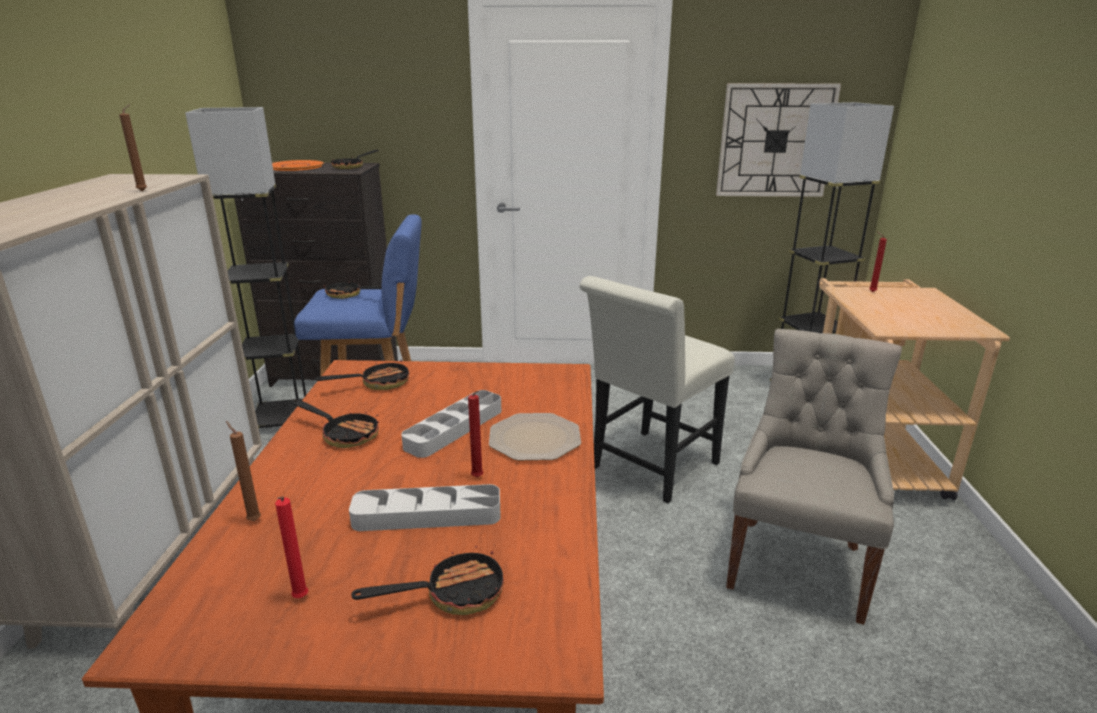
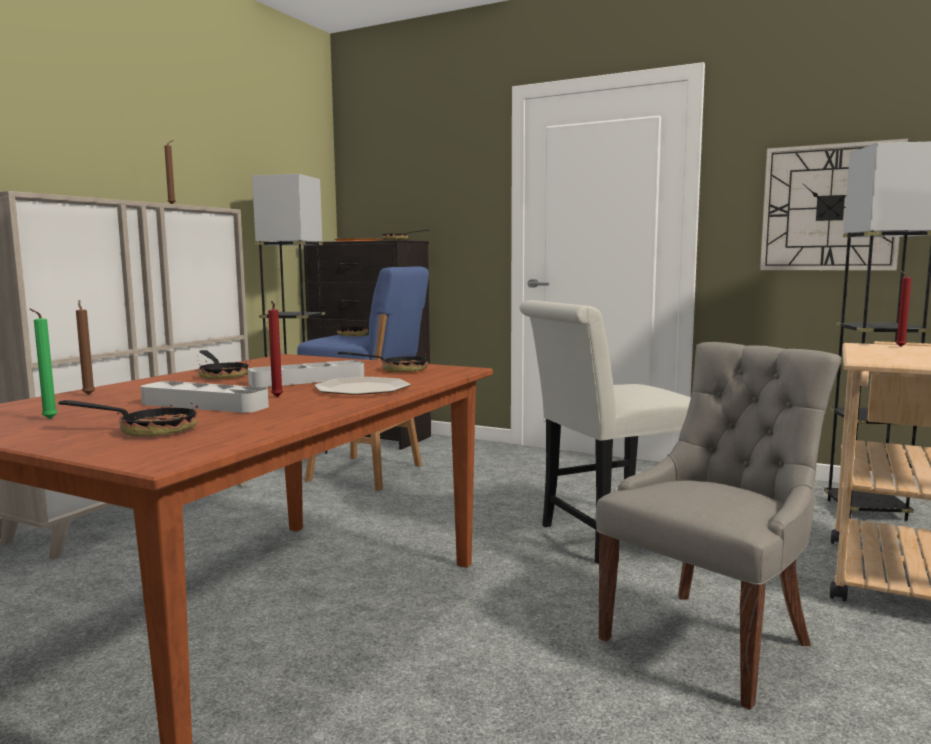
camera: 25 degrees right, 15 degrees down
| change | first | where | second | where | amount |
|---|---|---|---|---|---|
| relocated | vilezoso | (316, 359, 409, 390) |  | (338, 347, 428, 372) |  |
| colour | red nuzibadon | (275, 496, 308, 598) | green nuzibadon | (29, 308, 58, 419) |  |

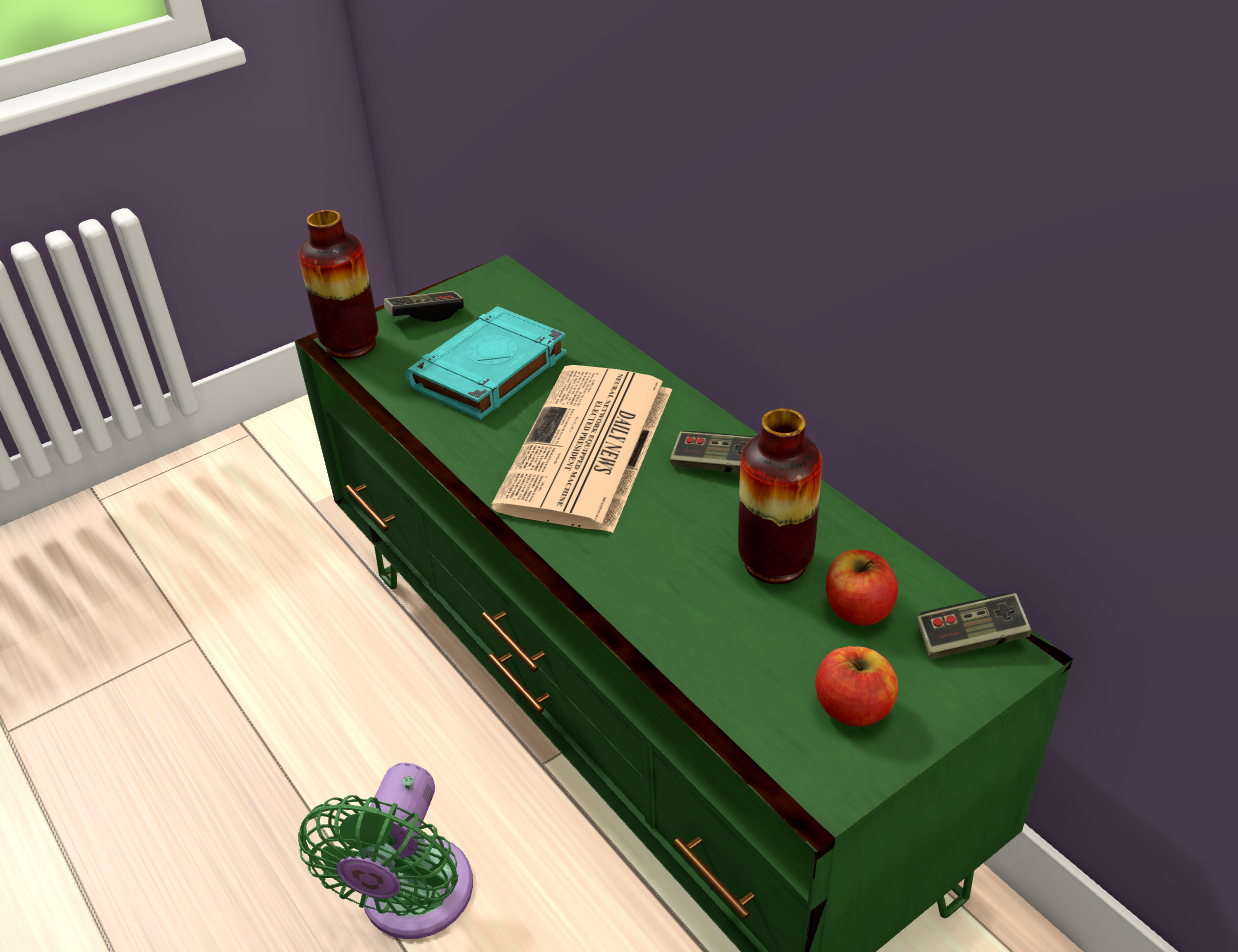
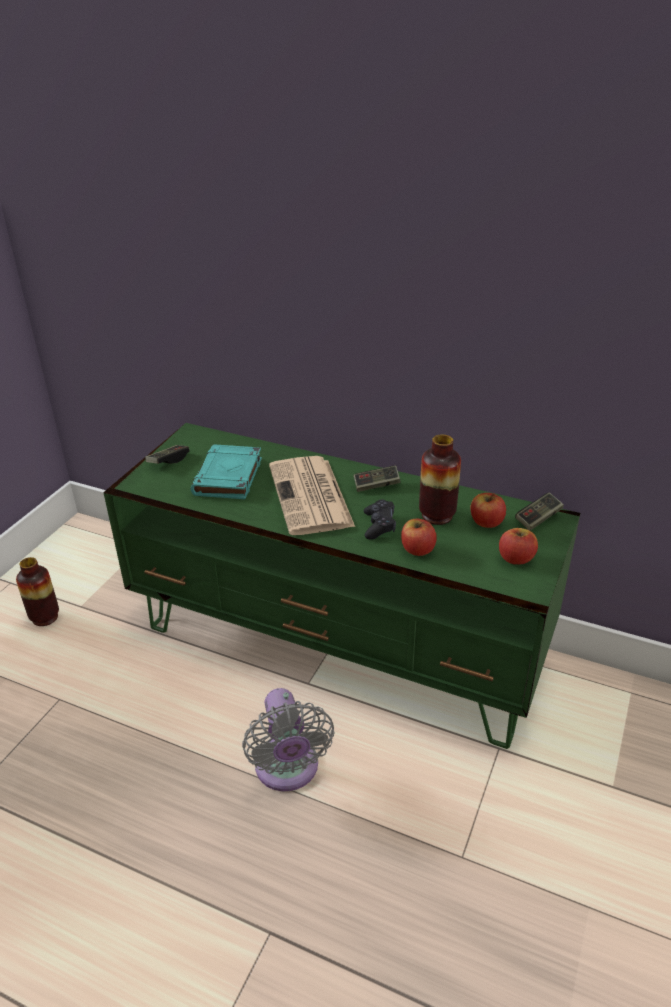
camera: 30 degrees left, 5 degrees down
| change | first | where | second | where | amount |
|---|---|---|---|---|---|
| appeared |  |  | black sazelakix | (364, 499, 396, 540) |  |
| appeared |  |  | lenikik | (401, 519, 437, 556) |  |
| relocated | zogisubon | (299, 210, 378, 359) |  | (16, 557, 59, 626) |  |
| colour | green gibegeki | (298, 763, 473, 939) | grey gibegeki | (242, 688, 335, 791) |  |

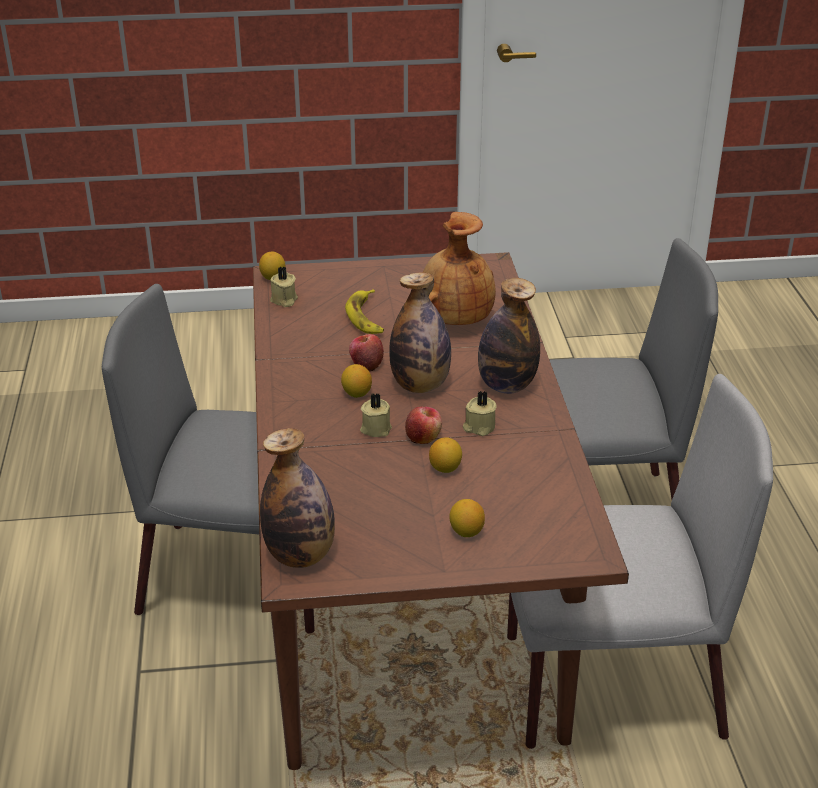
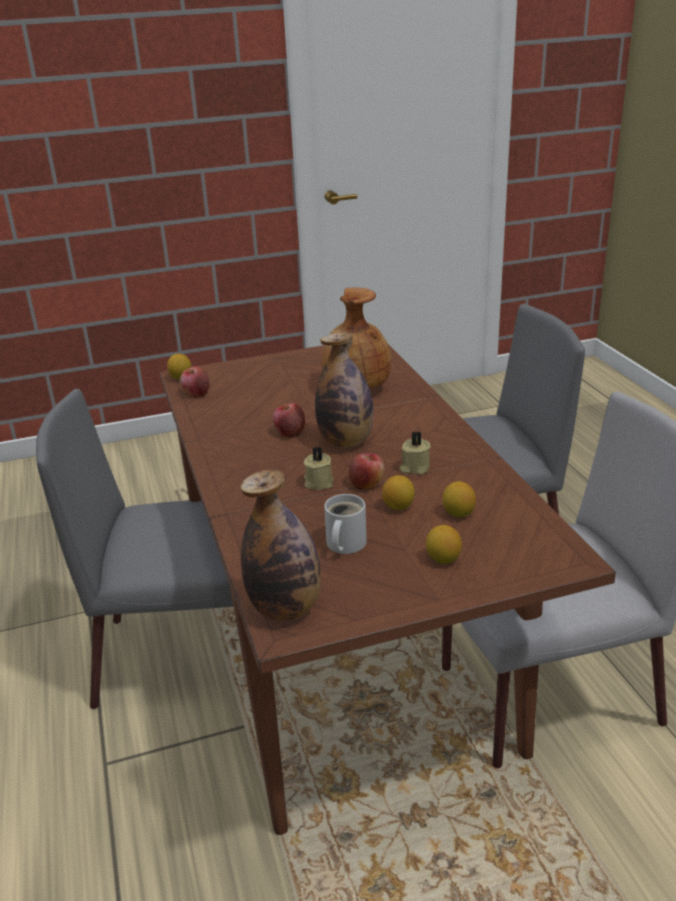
camera: 10 degrees left, 5 degrees down
| change | first | where | second | where | amount |
|---|---|---|---|---|---|
| missing | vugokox | (345, 289, 384, 334) |  |  |  |
| missing | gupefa | (478, 278, 540, 394) |  |  |  |
| appeared |  |  | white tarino | (324, 494, 367, 554) |  |
| relocated | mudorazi | (341, 364, 372, 398) |  | (442, 481, 476, 518) |  |
| exchanged | beige nuzibadon | (270, 267, 298, 307) | lenikik | (180, 366, 210, 398) |  |

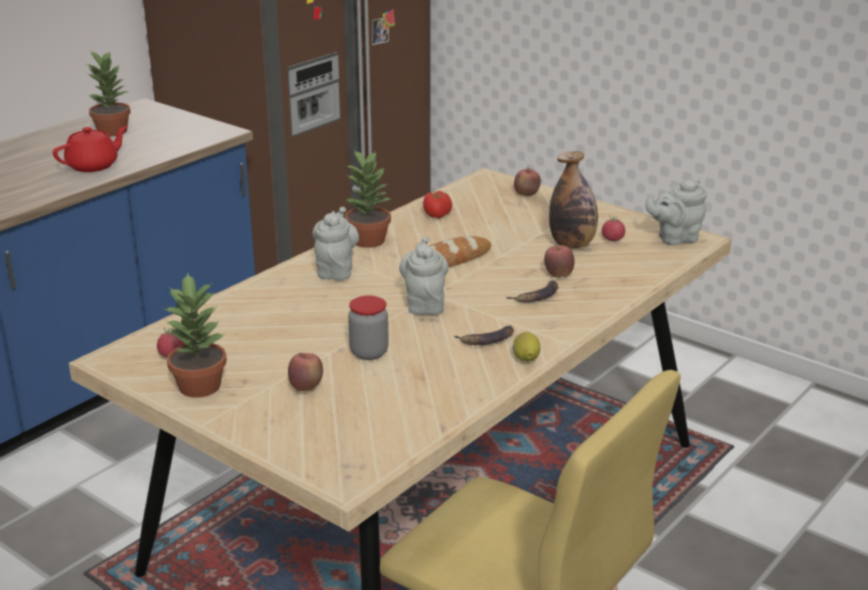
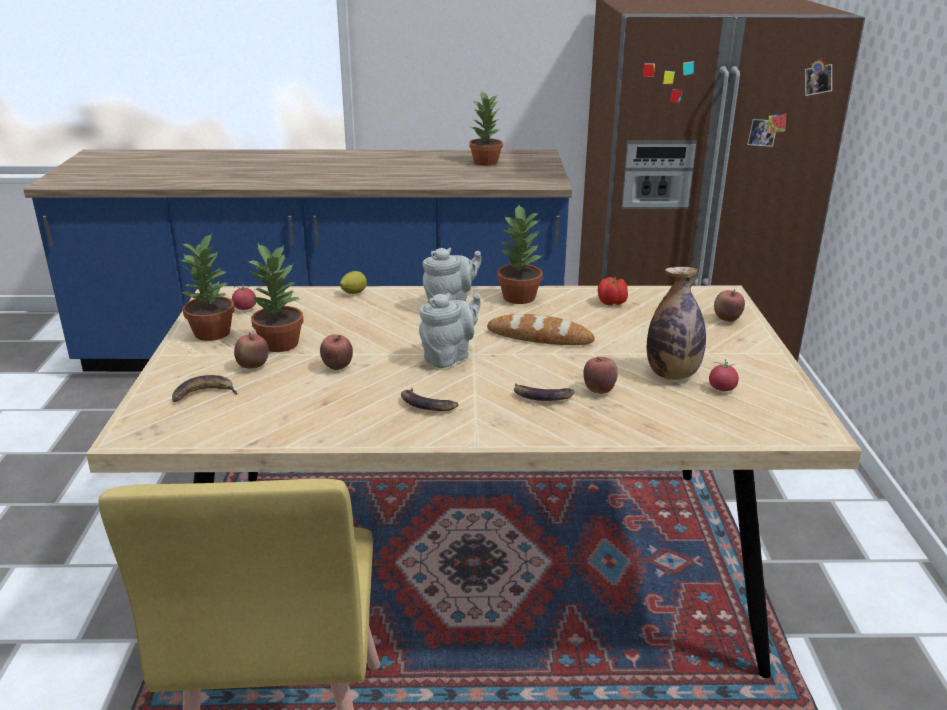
camera: 50 degrees right, 0 degrees up
| change | first | where | second | where | amount |
|---|---|---|---|---|---|
| missing | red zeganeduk | (53, 126, 128, 172) |  |  |  |
| missing | grey zeganeduk | (646, 179, 707, 246) |  |  |  |
| appeared |  |  | vugokox | (172, 375, 238, 402) |  |
| appeared |  |  | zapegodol | (247, 242, 304, 352) |  |
| relocated | mudorazi | (513, 332, 540, 362) |  | (340, 271, 367, 294) |  |
| exchanged | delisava | (348, 296, 389, 360) | lenikik | (320, 334, 353, 370) |  |

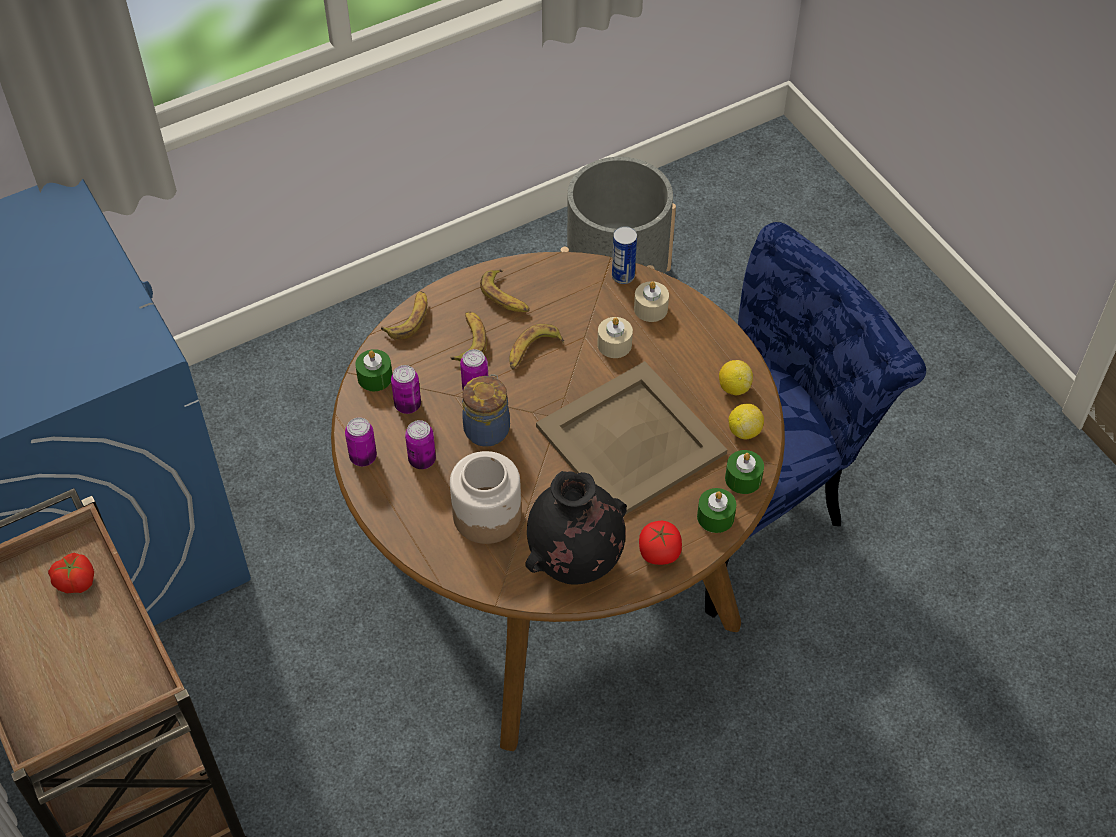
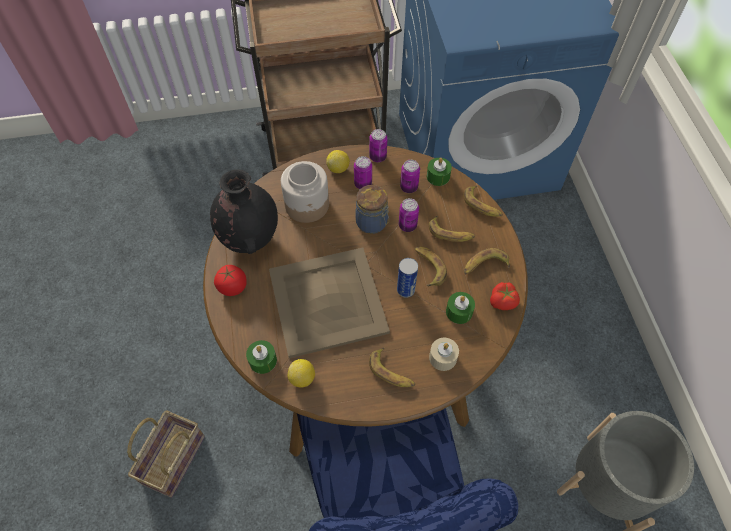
camera: 110 degrees right, 5 degrees up
| change | first | where | second | where | amount |
|---|---|---|---|---|---|
| missing | beige nuzibadon | (597, 317, 633, 358) |  |  |  |
| appeared |  |  | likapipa | (127, 411, 205, 498) |  |
| appeared |  |  | vugokox | (369, 347, 415, 387) |  |
| relocated | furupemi | (48, 553, 94, 593) |  | (490, 282, 520, 310) |  |
| relocated | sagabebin | (612, 226, 637, 284) |  | (397, 258, 418, 298) |  |
| relocated | green nuzibadon | (697, 488, 736, 533) |  | (446, 292, 475, 324) |  |
| relocated | mudorazi | (719, 360, 753, 395) |  | (326, 150, 350, 173) |  |

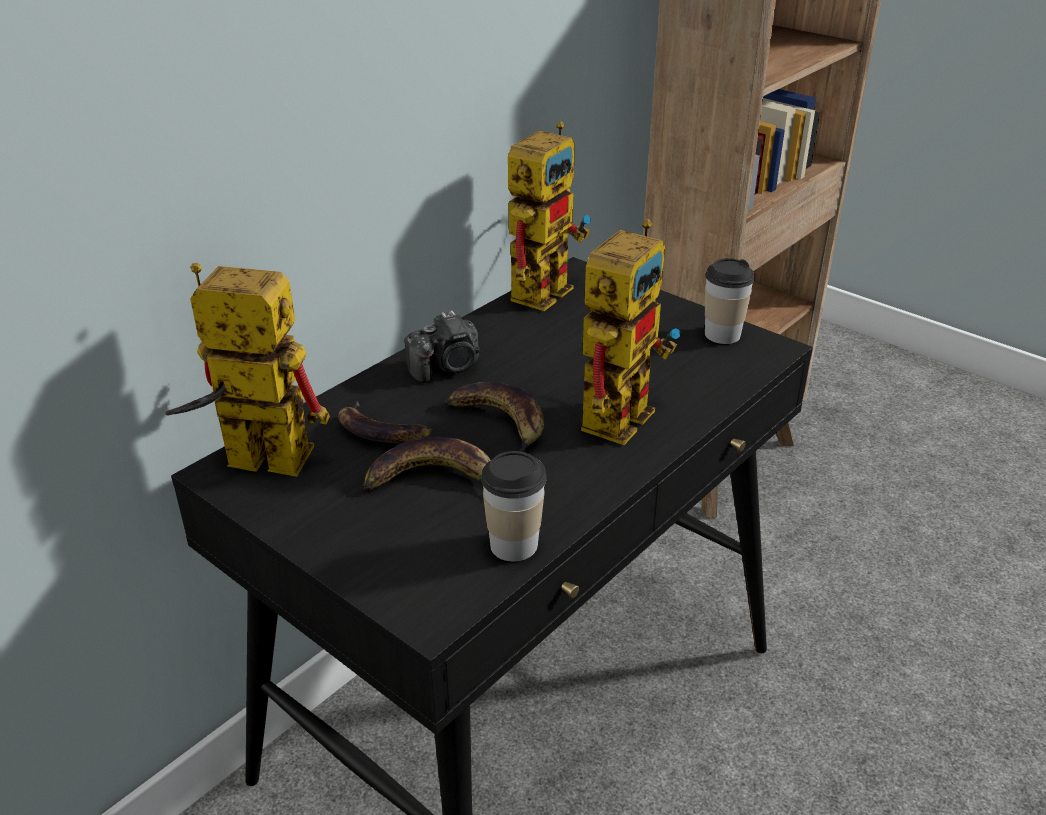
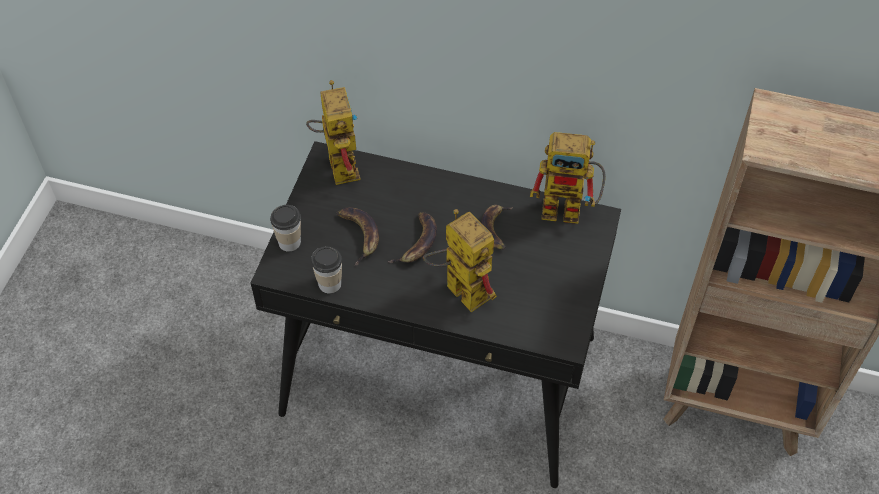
camera: 65 degrees right, 20 degrees up
| change | first | where | second | where | amount |
|---|---|---|---|---|---|
| missing | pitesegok | (404, 310, 480, 383) |  |  |  |
| relocated | vugokox | (338, 401, 433, 443) |  | (481, 205, 513, 250) |  |
| relocated | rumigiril | (705, 258, 755, 344) |  | (270, 205, 301, 251) |  |
| spun | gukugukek | (581, 219, 681, 445) |  | (423, 209, 497, 312) | 135 degrees counterclockwise |

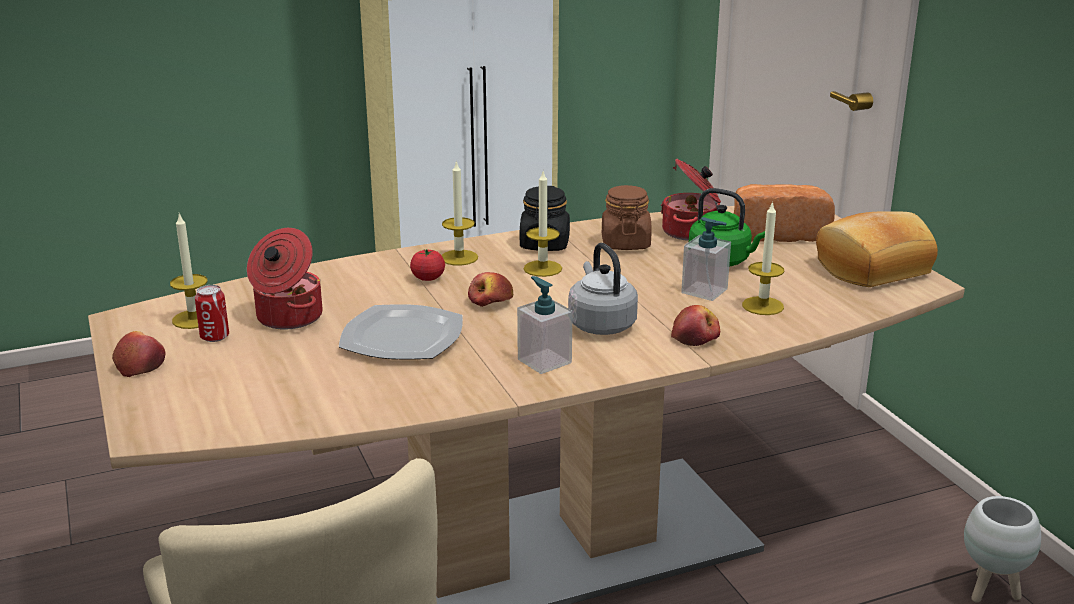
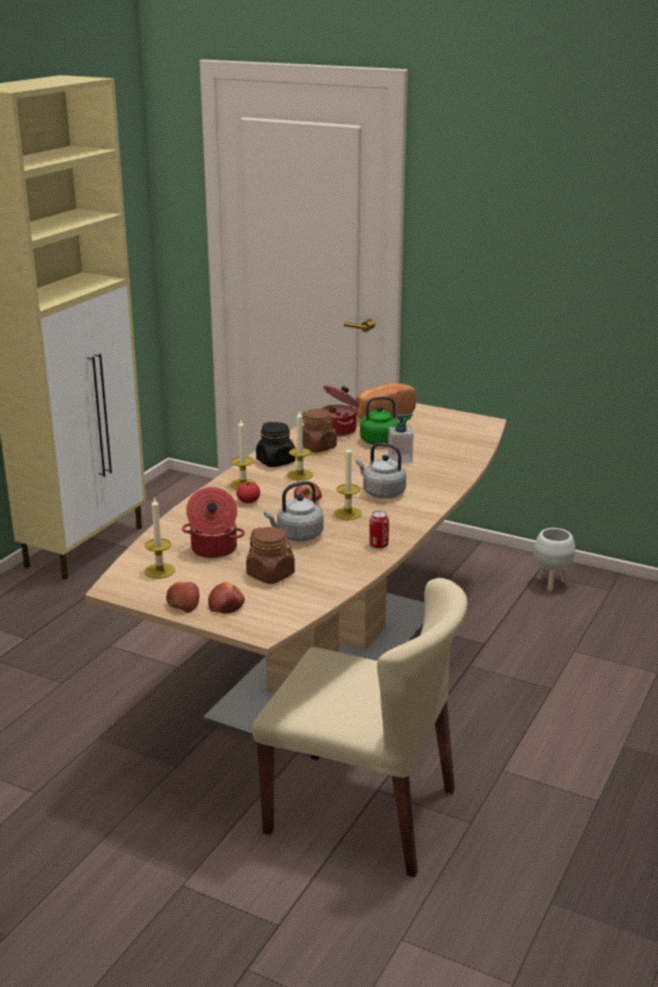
camera: 40 degrees left, 0 degrees up
| change | first | where | second | where | amount |
|---|---|---|---|---|---|
| missing | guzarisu | (517, 276, 573, 374) |  |  |  |
| missing | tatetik | (816, 211, 938, 287) |  |  |  |
| appeared |  |  | brown delisava | (246, 527, 295, 584) |  |
| relocated | sagabebin | (195, 285, 229, 342) |  | (369, 510, 389, 549) |  |
| relocated | lenikik | (671, 305, 720, 346) |  | (208, 582, 245, 614) |  |
| relocated | nuzibadon | (742, 201, 784, 315) |  | (334, 446, 362, 520) |  |
| exchanged | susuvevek | (339, 304, 463, 359) | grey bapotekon | (264, 481, 323, 542) |  |

